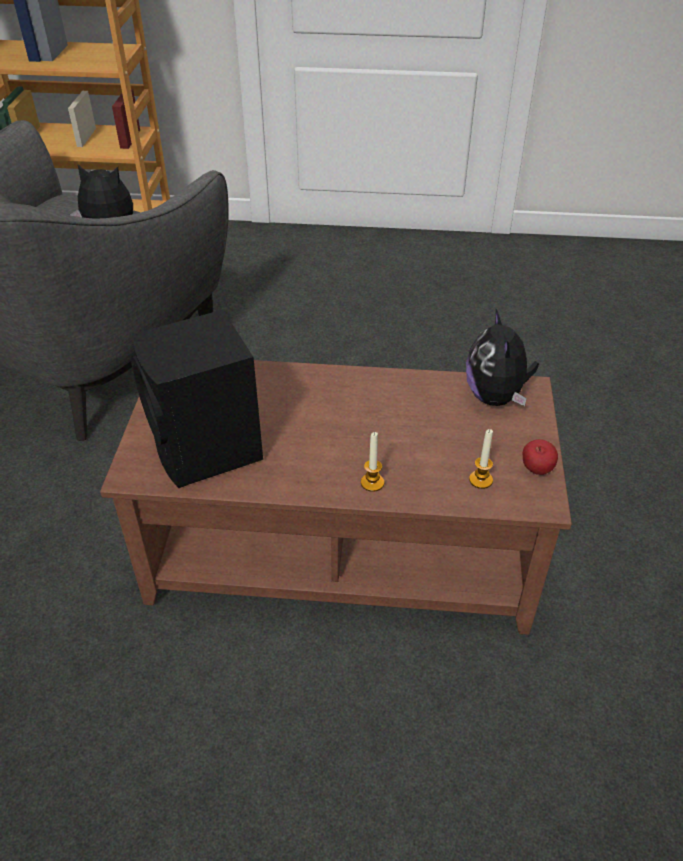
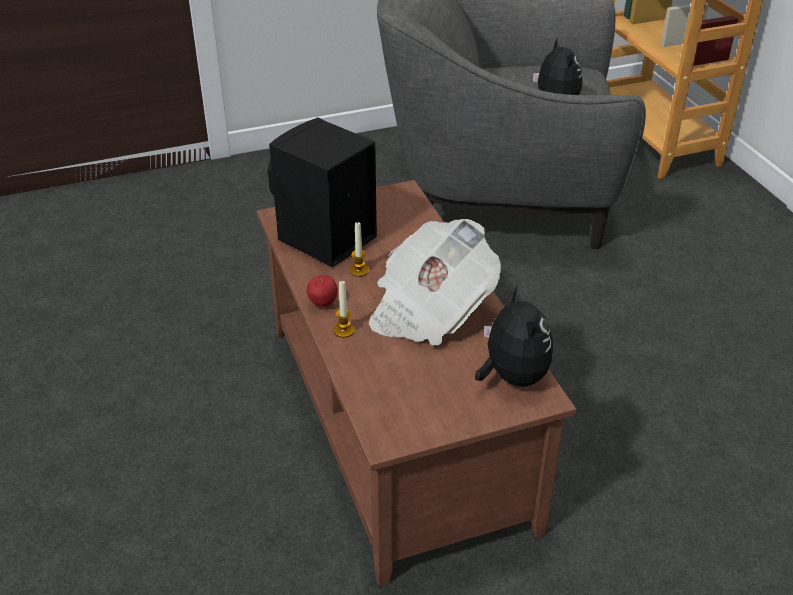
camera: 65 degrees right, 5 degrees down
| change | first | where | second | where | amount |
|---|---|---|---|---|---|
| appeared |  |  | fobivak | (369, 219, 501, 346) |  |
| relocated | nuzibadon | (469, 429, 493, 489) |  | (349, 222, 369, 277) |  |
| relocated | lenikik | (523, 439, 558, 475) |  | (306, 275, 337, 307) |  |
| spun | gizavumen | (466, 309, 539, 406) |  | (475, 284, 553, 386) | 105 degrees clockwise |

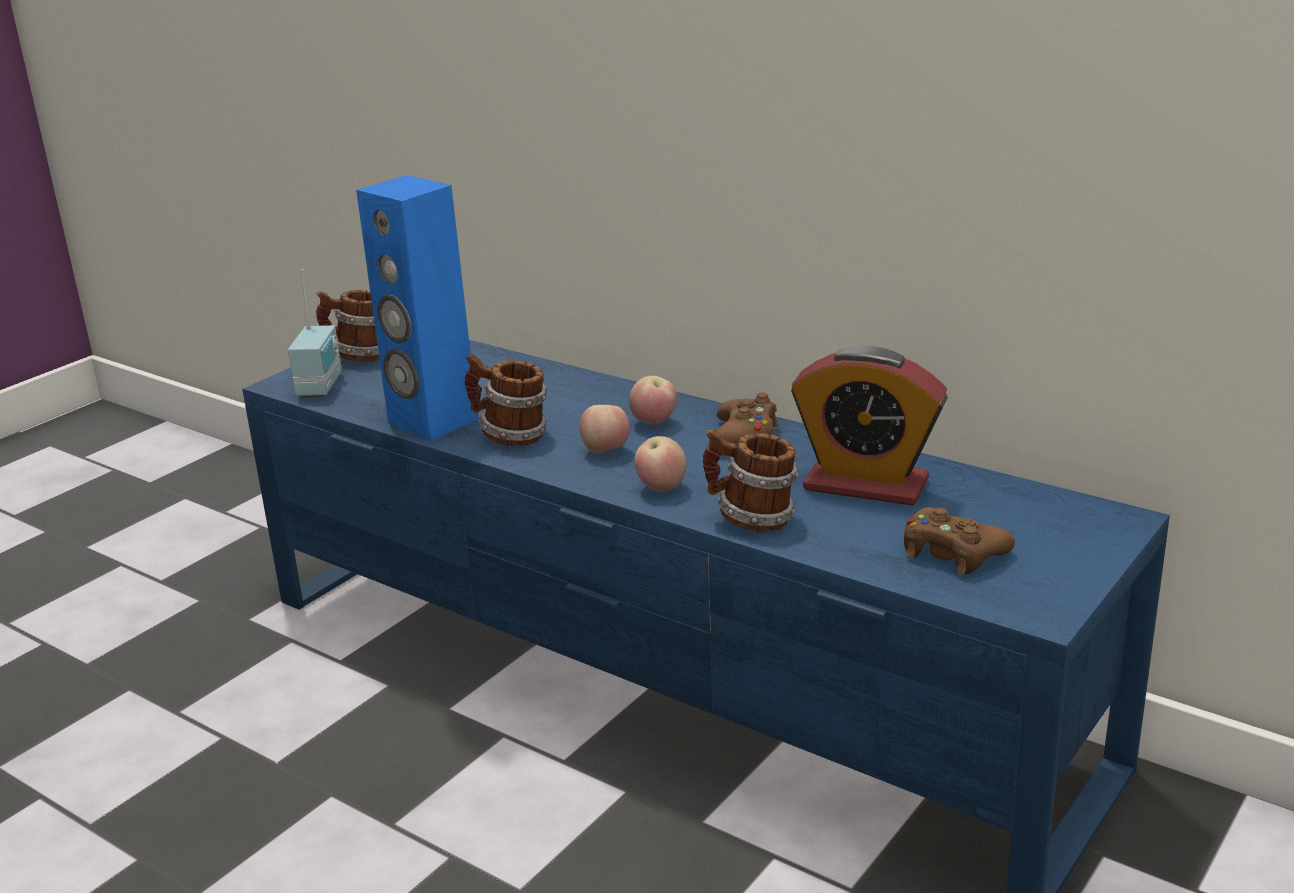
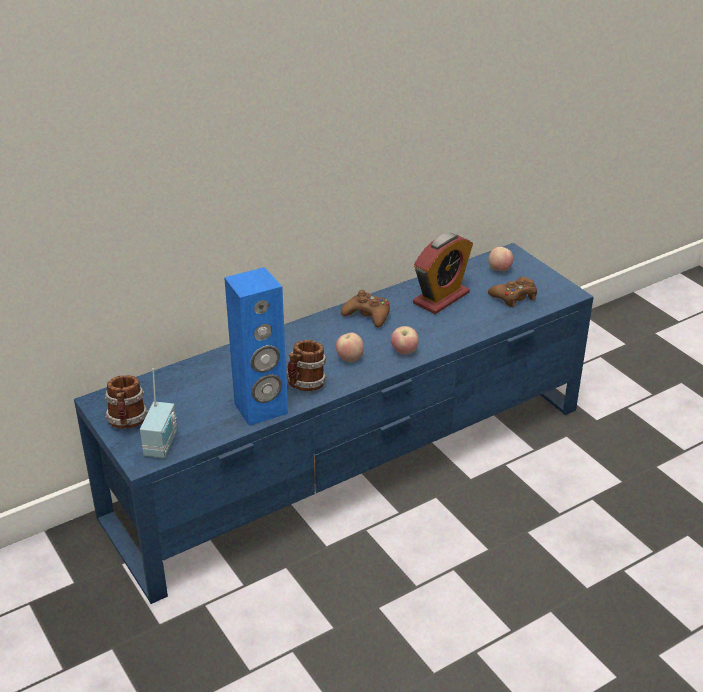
camera: 70 degrees left, 10 degrees up
| change | first | where | second | where | amount |
|---|---|---|---|---|---|
| missing | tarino | (703, 429, 799, 532) |  |  |  |
| relocated | lenikik | (629, 376, 677, 424) |  | (488, 247, 513, 271) |  |
| spun | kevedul | (288, 269, 342, 397) |  | (140, 368, 177, 458) | 75 degrees clockwise |

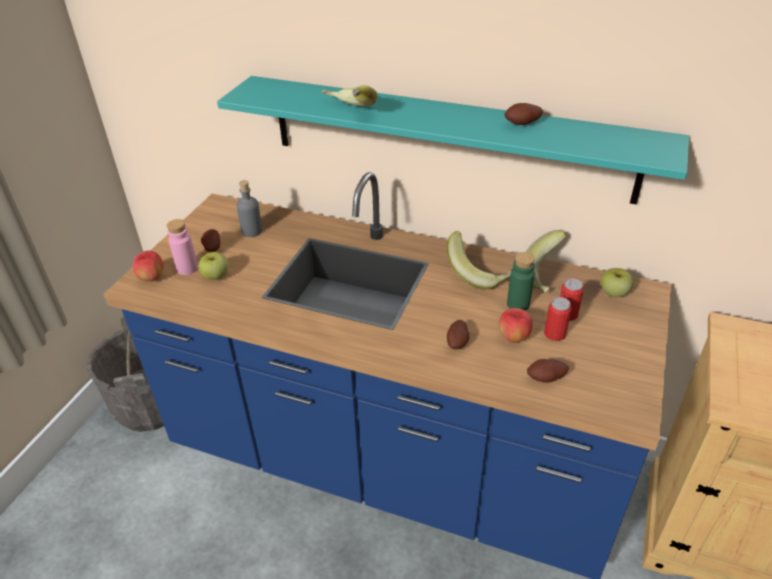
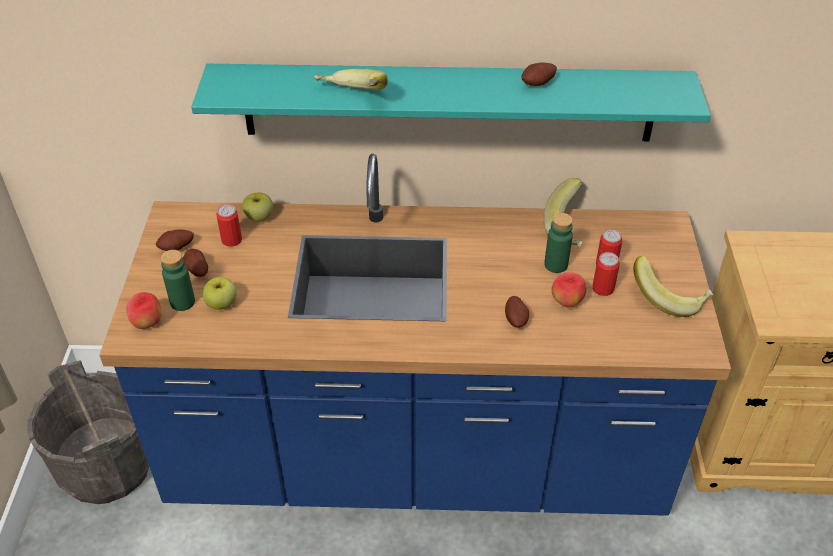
camera: 20 degrees left, 5 degrees up
| change | first | where | second | where | amount |
|---|---|---|---|---|---|
| relocated | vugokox | (447, 231, 511, 290) |  | (633, 256, 714, 317) |  |
| relocated | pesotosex | (527, 359, 569, 383) |  | (156, 230, 194, 251) |  |
| relocated | lenikik | (601, 268, 633, 297) |  | (242, 192, 273, 222) |  |
| exchanged | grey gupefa | (237, 180, 262, 237) | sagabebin | (216, 204, 242, 247) |  |
| colour | pink gupefa | (167, 219, 198, 275) | green gupefa | (161, 250, 195, 311) |  |

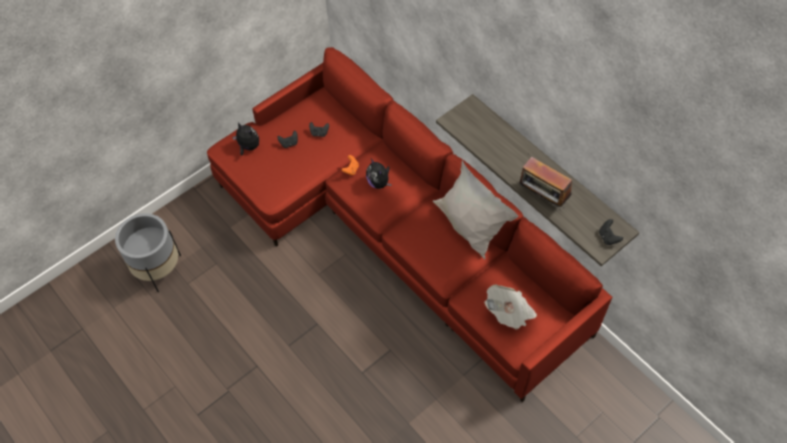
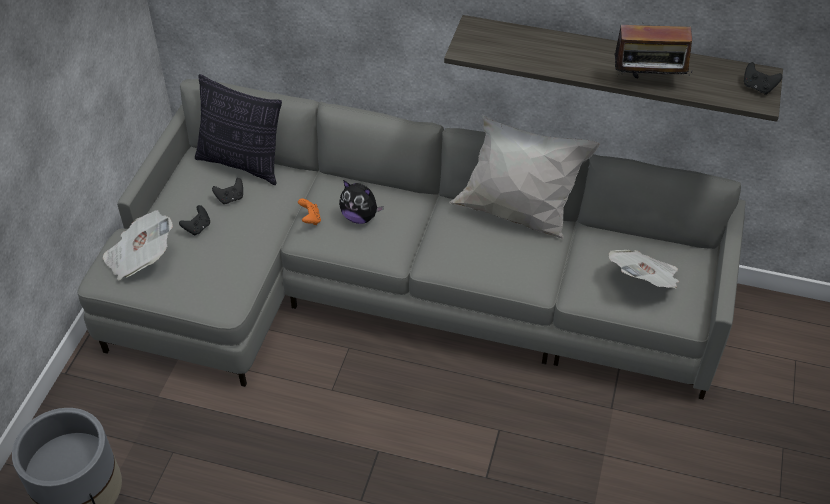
camera: 35 degrees left, 10 degrees down
| change | first | where | second | where | amount |
|---|---|---|---|---|---|
| appeared |  |  | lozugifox | (195, 74, 282, 185) |  |
| exchanged | gizavumen | (232, 122, 259, 155) | fobivak | (103, 210, 173, 281) |  |
| colour | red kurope | (207, 47, 612, 402) | grey kurope | (77, 79, 746, 400) |  |

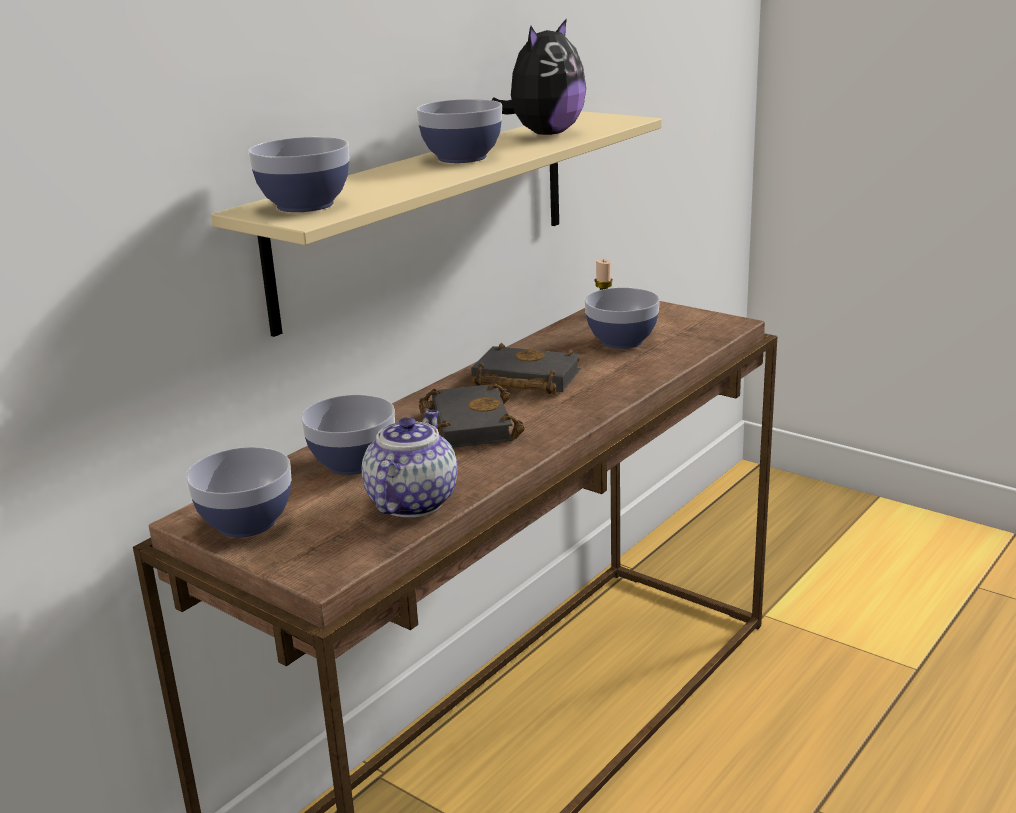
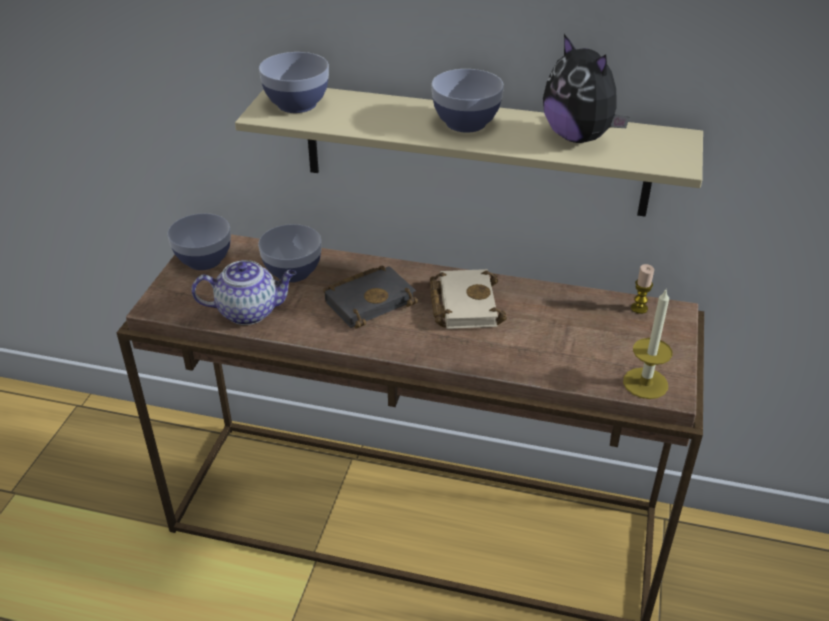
camera: 65 degrees right, 15 degrees up
| change | first | where | second | where | amount |
|---|---|---|---|---|---|
| missing | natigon | (584, 288, 660, 349) |  |  |  |
| appeared |  |  | nuzibadon | (623, 288, 672, 399) |  |
| colour | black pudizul | (471, 343, 581, 395) | beige pudizul | (430, 269, 507, 329) |  |
| spun | gizavumen | (492, 18, 586, 135) |  | (543, 34, 629, 143) | 45 degrees clockwise |

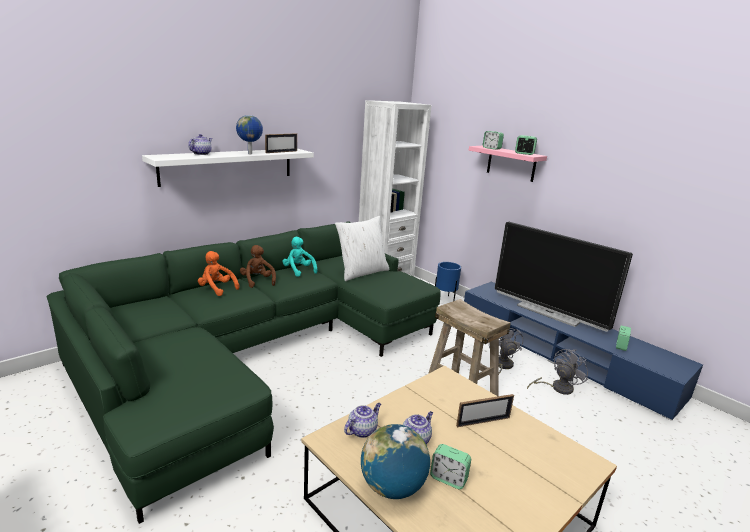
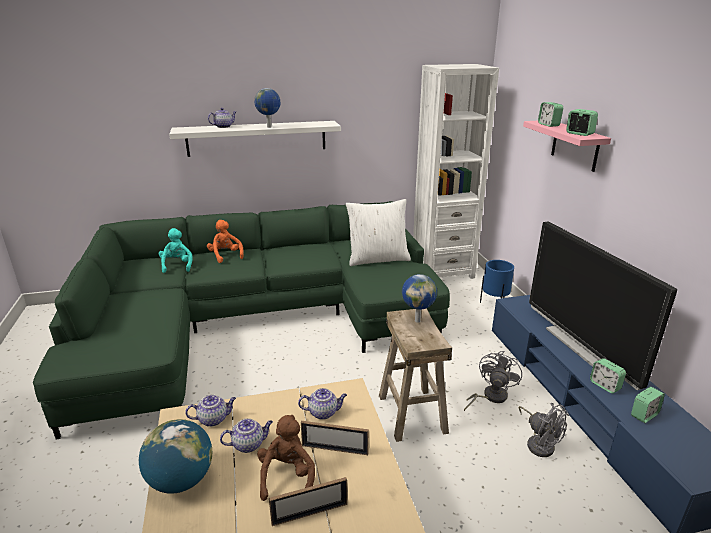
camera: 30 degrees right, 5 degrees up
| change | first | where | second | where | amount |
|---|---|---|---|---|---|
| appeared |  |  | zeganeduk | (298, 388, 347, 420) |  |
| appeared |  |  | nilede | (402, 274, 437, 323) |  |
| relocated | brown gizavumen | (240, 245, 276, 288) |  | (257, 415, 315, 501) |  |
| relocated | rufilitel | (265, 133, 297, 153) |  | (269, 477, 347, 526) |  |
| relocated | turquoise gizavumen | (282, 237, 317, 277) |  | (159, 228, 193, 273) |  |
| relocated | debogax | (430, 444, 471, 489) |  | (590, 358, 626, 393) |  |
| spun | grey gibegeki | (527, 349, 588, 395) |  | (519, 403, 569, 457) | 60 degrees clockwise |

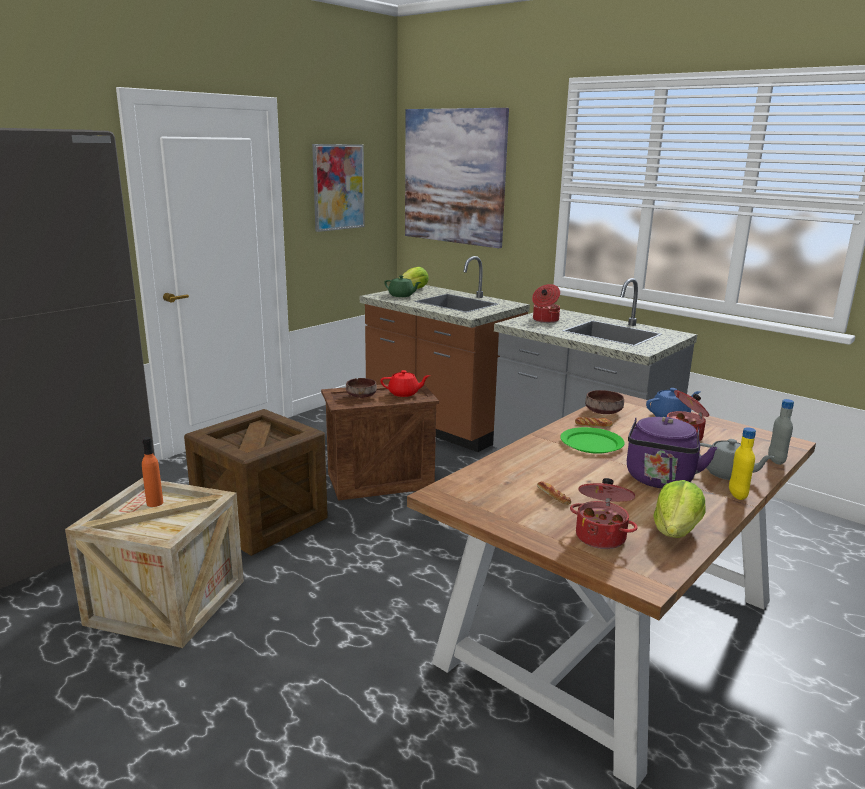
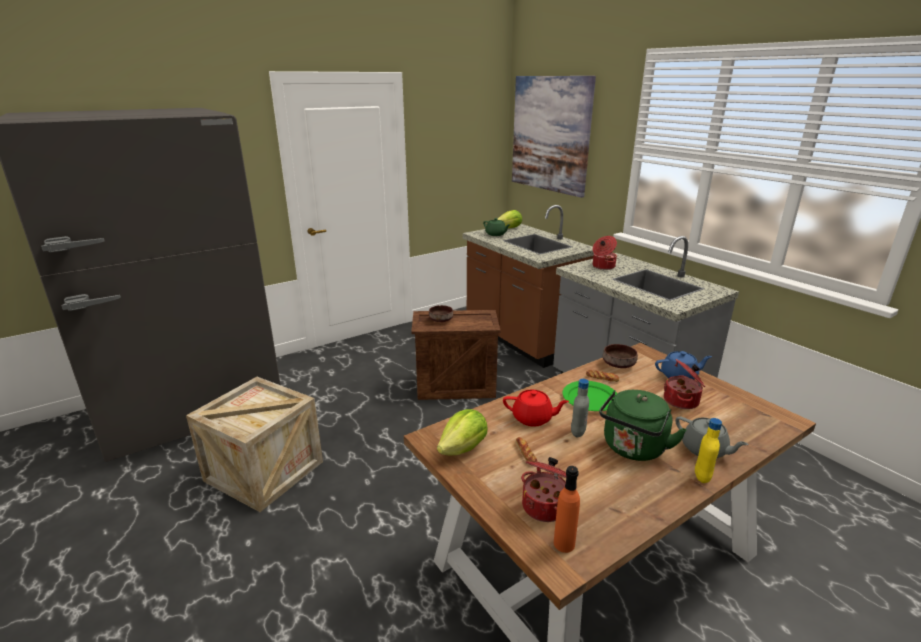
camera: 15 degrees right, 5 degrees up
| change | first | where | second | where | amount |
|---|---|---|---|---|---|
| missing | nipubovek | (184, 409, 328, 556) |  |  |  |
| missing | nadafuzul | (312, 144, 365, 232) |  |  |  |
| relocated | orange gupefa | (142, 437, 163, 507) |  | (554, 466, 580, 553) |  |
| relocated | red zeganeduk | (380, 370, 430, 397) |  | (503, 390, 569, 426) |  |
| relocated | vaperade | (653, 480, 705, 538) |  | (437, 409, 488, 455) |  |
| relocated | grey gupefa | (768, 399, 794, 465) |  | (571, 379, 589, 437) |  |
| colour | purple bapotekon | (627, 417, 717, 488) | green bapotekon | (599, 390, 687, 461) |  |

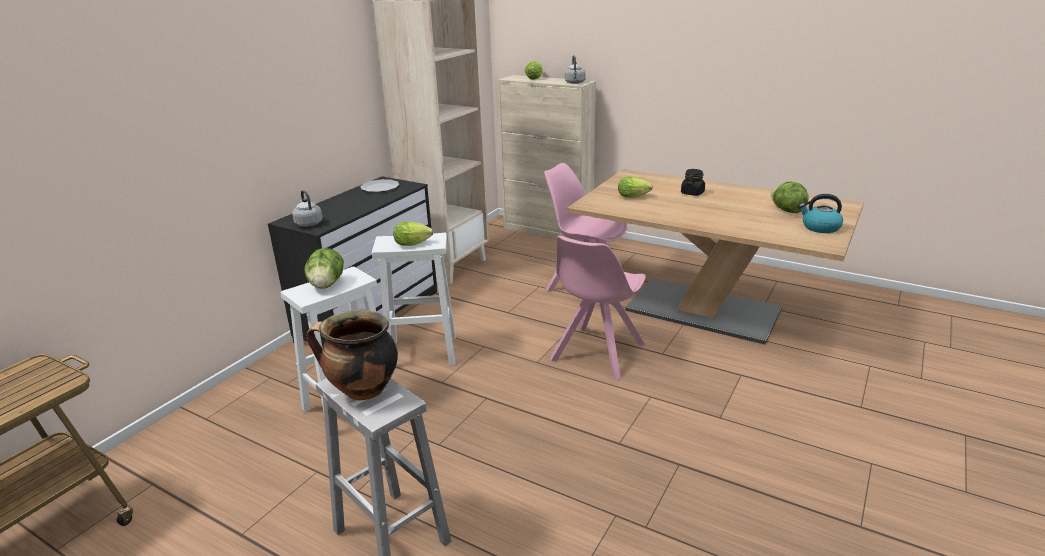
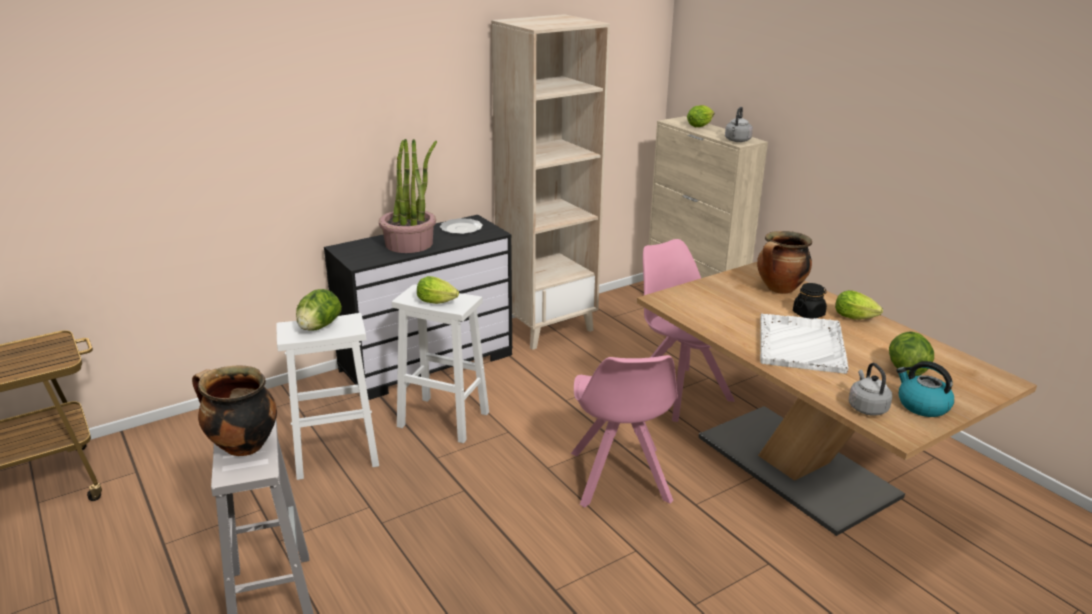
camera: 25 degrees right, 0 degrees up
| change | first | where | second | where | amount |
|---|---|---|---|---|---|
| appeared |  |  | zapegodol | (379, 139, 437, 253) |  |
| appeared |  |  | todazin | (757, 231, 812, 294) |  |
| appeared |  |  | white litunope | (760, 313, 848, 374) |  |
| relocated | grey bapotekon | (292, 190, 323, 227) |  | (849, 363, 892, 416) |  |
| relocated | vaperade | (618, 176, 653, 198) |  | (835, 290, 883, 319) |  |
| spun | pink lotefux | (550, 235, 646, 380) |  | (571, 355, 678, 508) | 60 degrees counterclockwise |

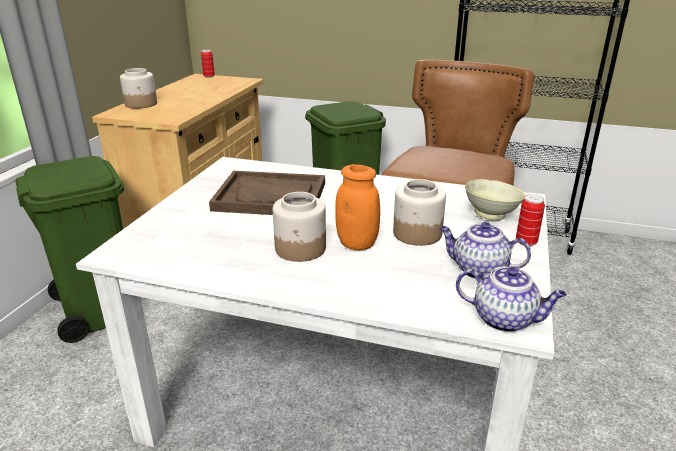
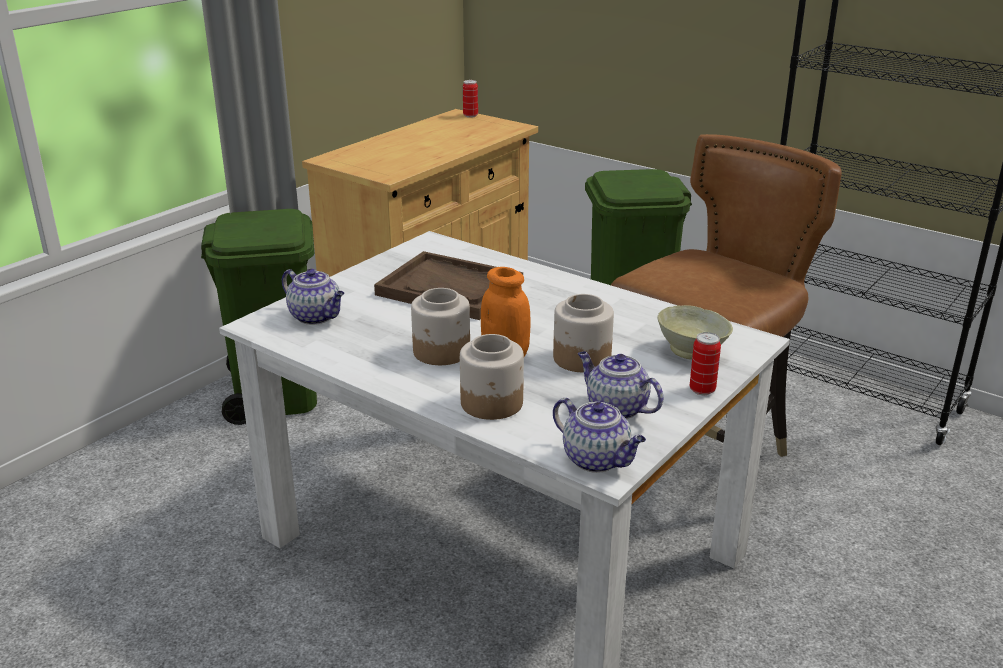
camera: 20 degrees right, 0 degrees up
| change | first | where | second | where | amount |
|---|---|---|---|---|---|
| appeared |  |  | zeganeduk | (282, 269, 345, 325) |  |
| relocated | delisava | (120, 68, 157, 109) |  | (460, 334, 524, 420) |  |

